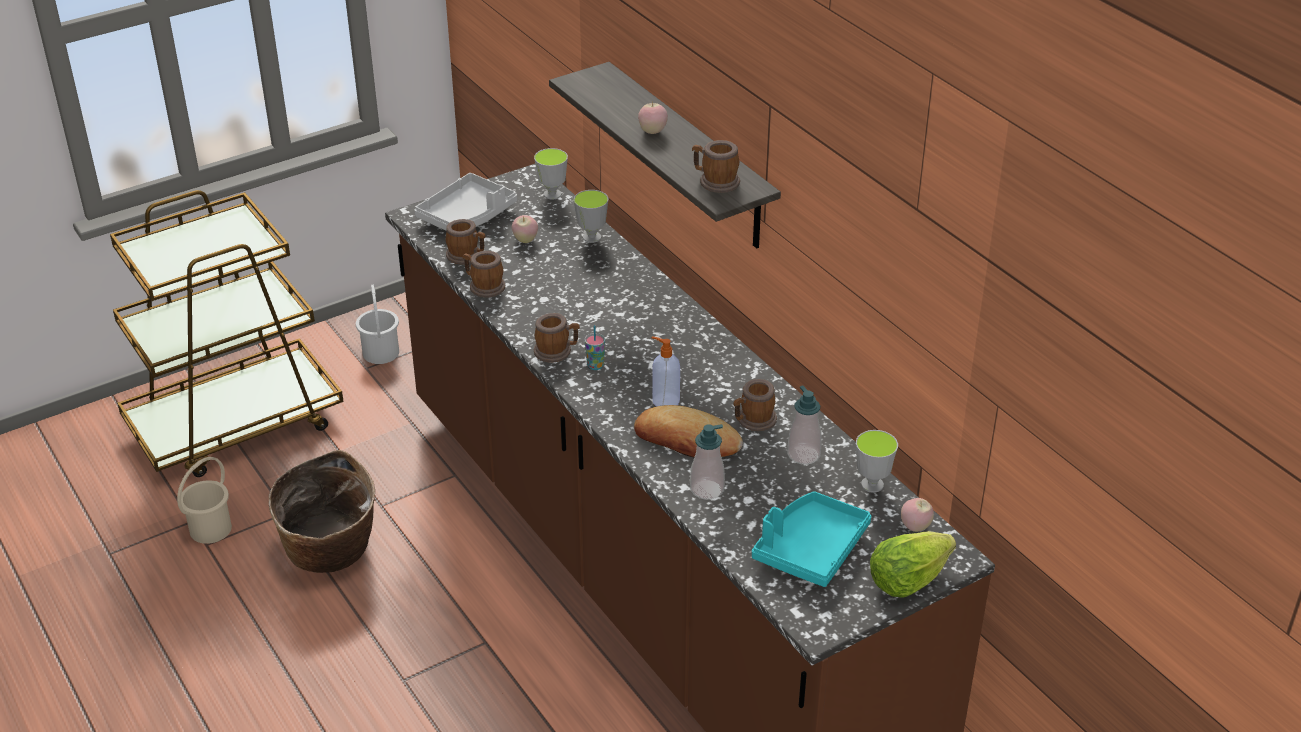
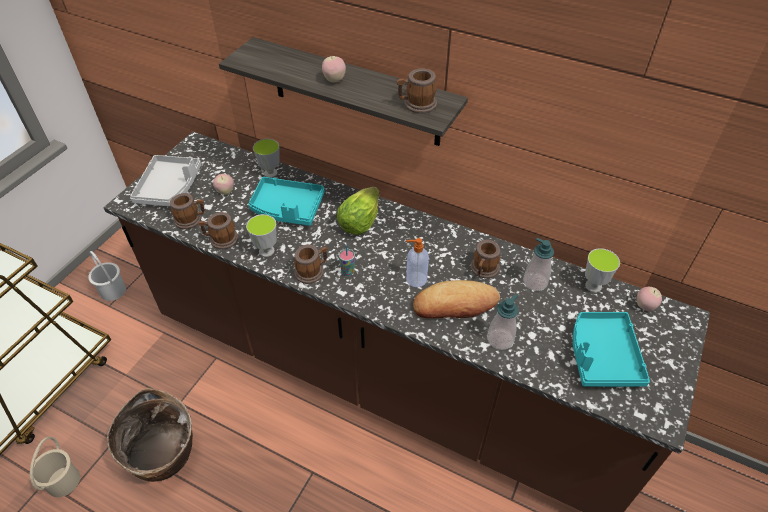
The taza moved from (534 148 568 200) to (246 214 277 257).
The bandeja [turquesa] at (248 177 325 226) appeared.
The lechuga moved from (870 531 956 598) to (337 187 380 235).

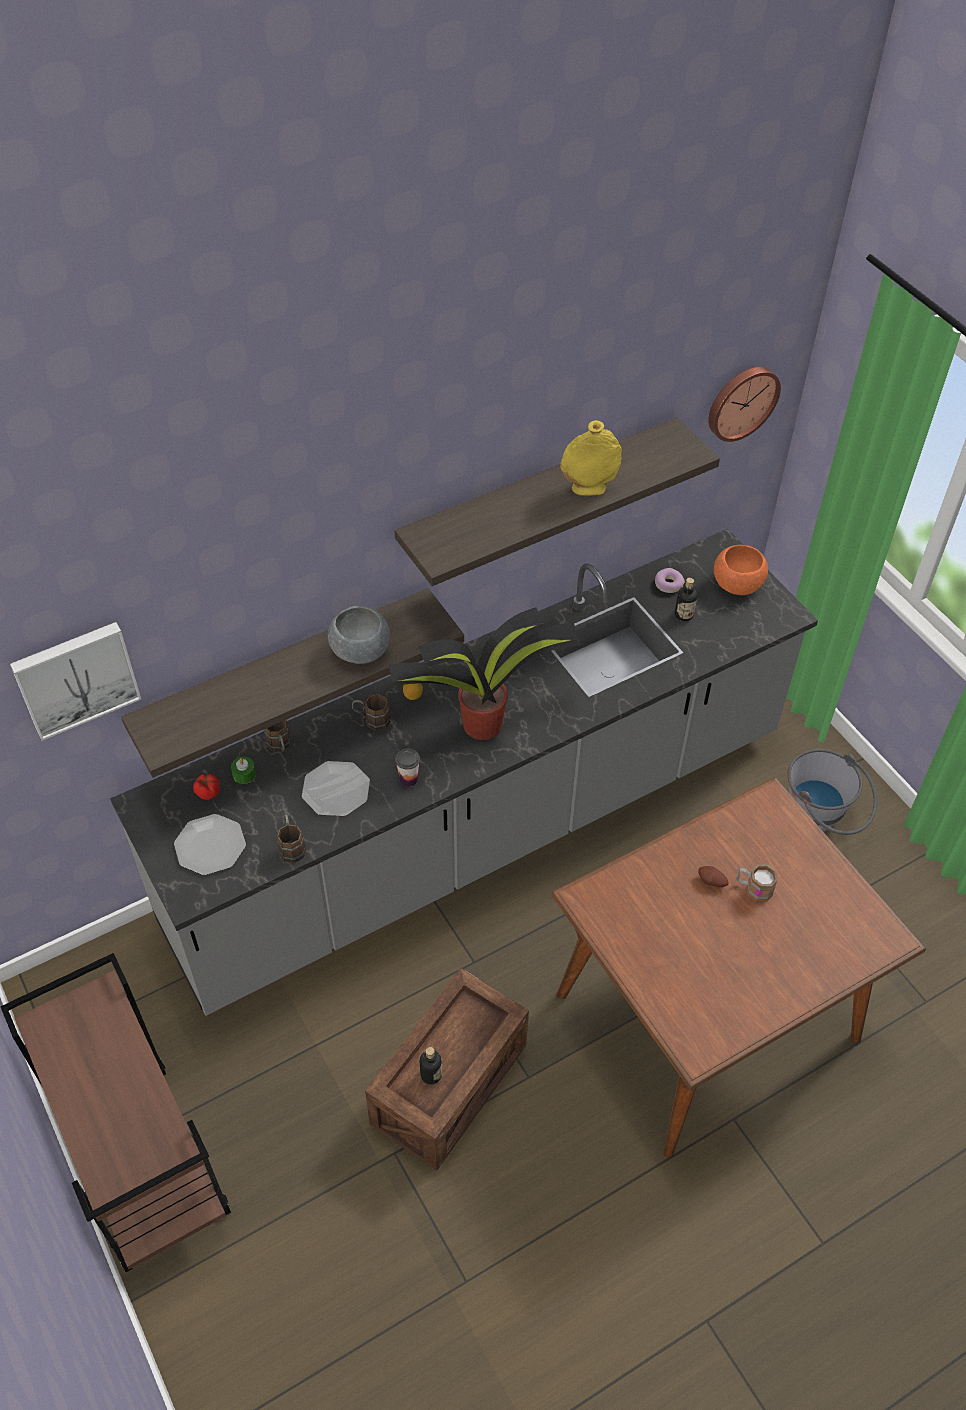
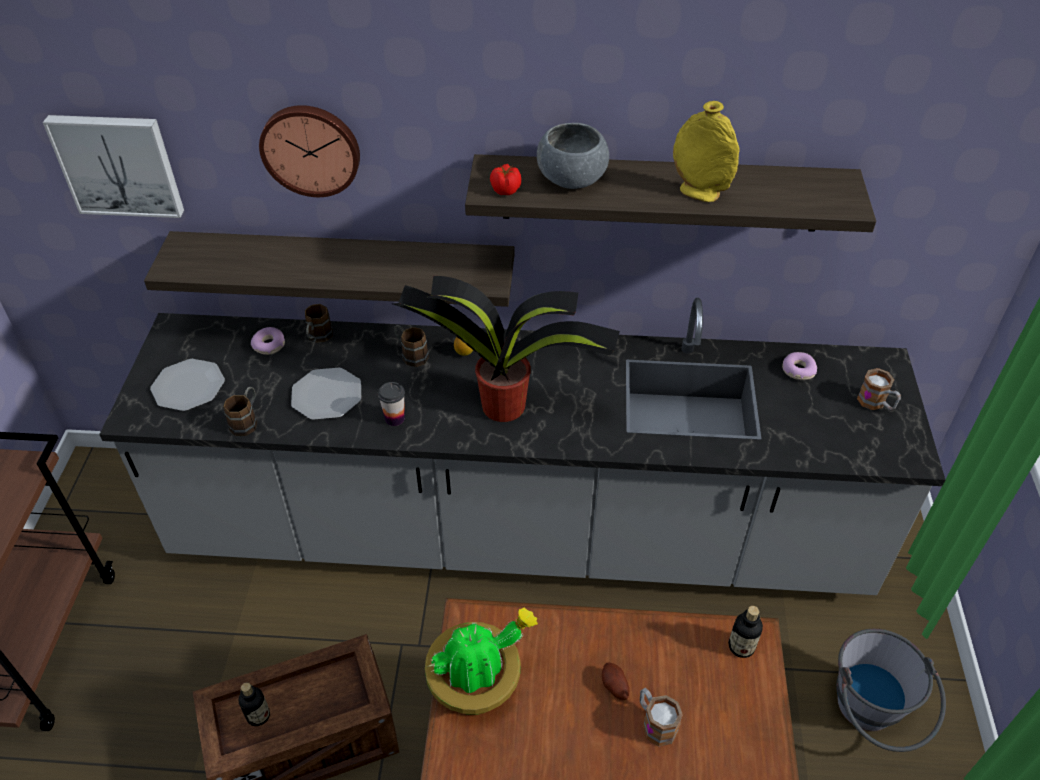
The vela [verde] at (231 757 256 784) was replaced by the rosquilla at (251 327 285 355).
The reloj de pared moved from (708 367 781 442) to (259 105 360 197).
The planta en maceta at (425 607 538 715) appeared.
The tomate moved from (193 774 220 800) to (490 164 521 195).
The cuenco [gris] moved from (328 606 390 664) to (537 123 609 189).
The botella moved from (675 578 697 621) to (728 606 763 658).
The cuenco [naranja] at (714 545 768 595) was replaced by the taza grande at (857 368 901 410).

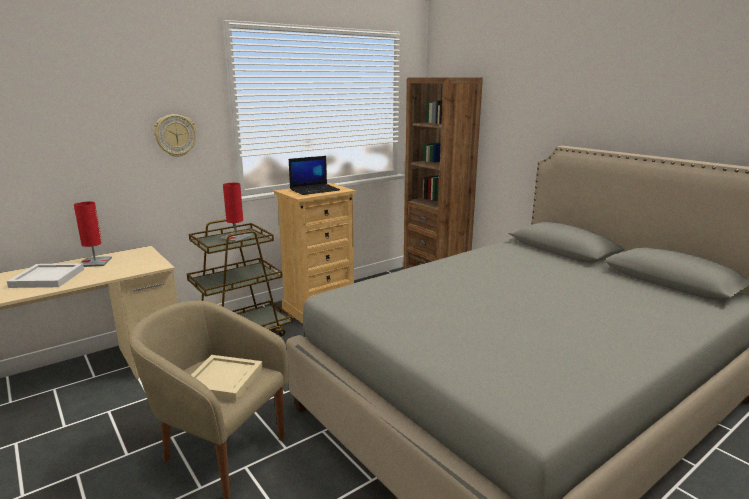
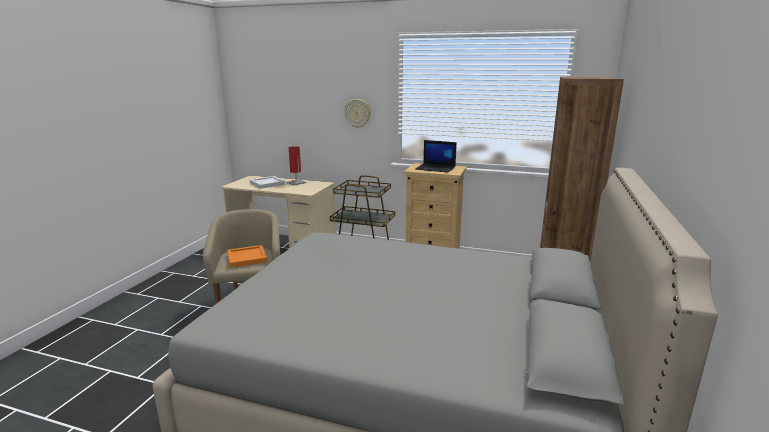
The bandeja [beis] at (191 355 263 401) became the bandeja [naranja] at (227 245 268 268).
The lámpara de mesa [rojo] at (221 183 252 242) disappeared.

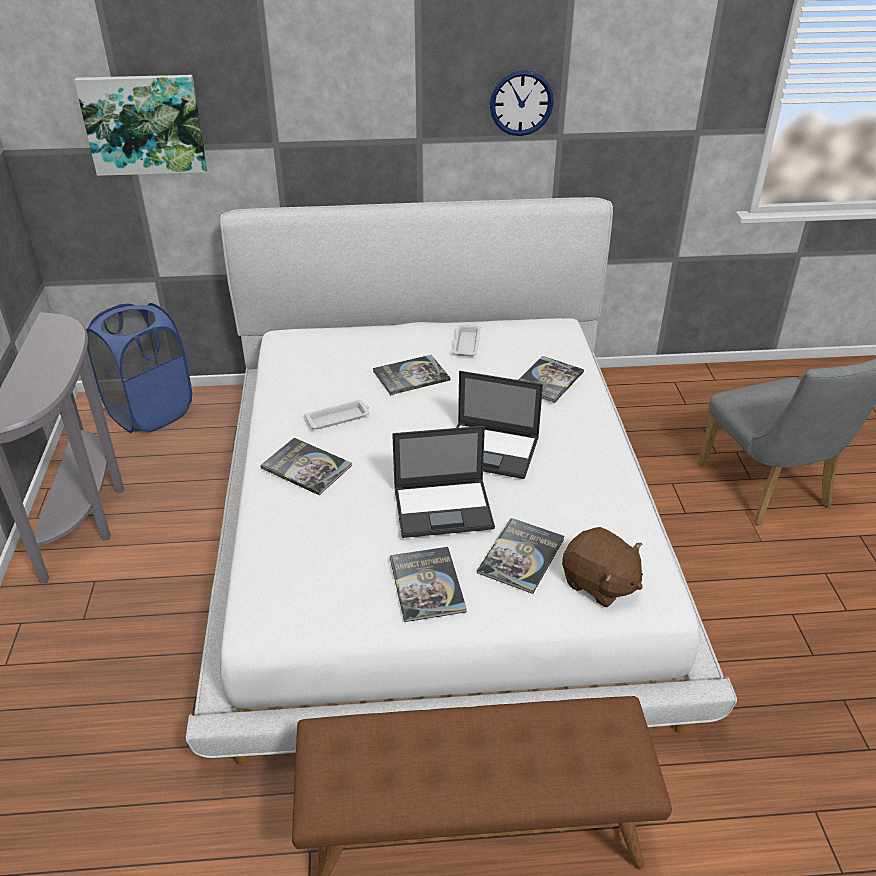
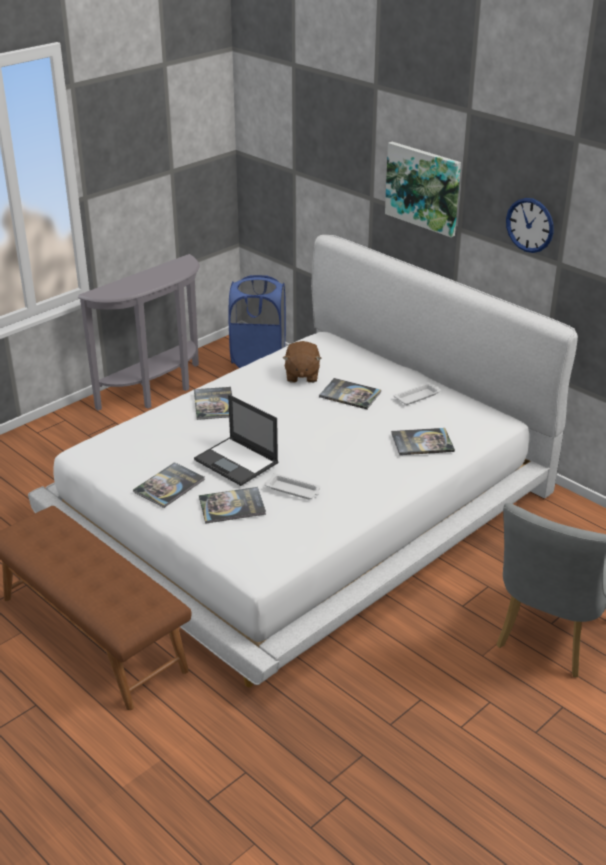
The bandeja [blanco] moved from (304 400 370 429) to (265 473 321 499).
The peluche [marrón] moved from (562 527 643 607) to (283 341 322 383).
The cuadro moved from (74 75 207 176) to (385 142 461 237).
The portátil at (456 371 543 479) disappeared.

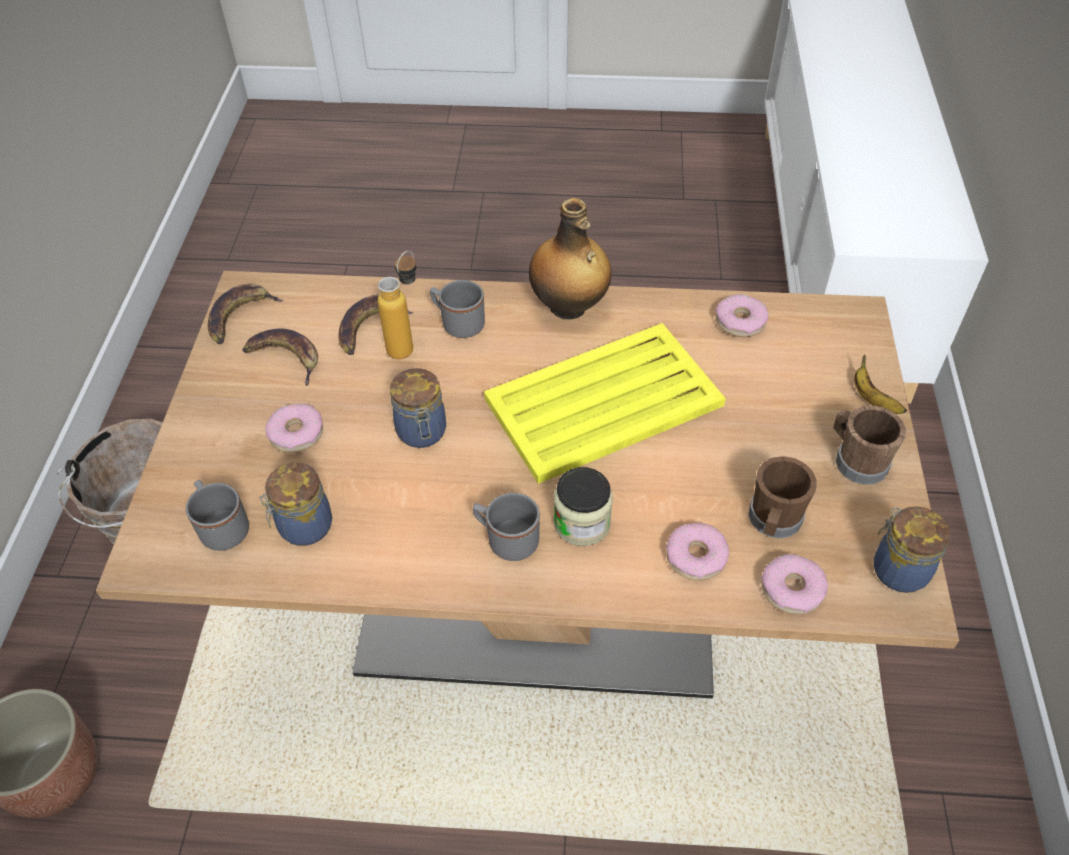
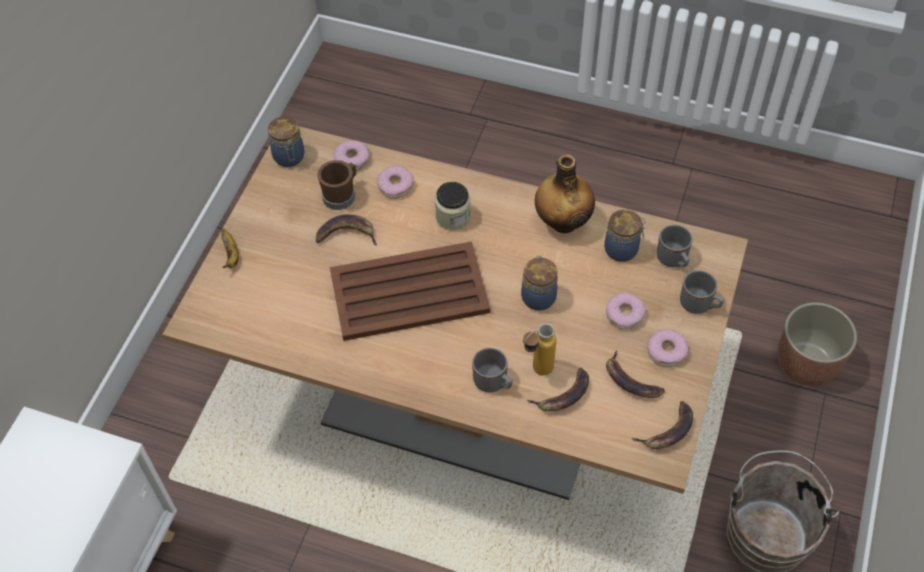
The plátano at (316 215 377 246) appeared.
The bandeja [amarillo] at (484 323 726 484) became the bandeja [marrón] at (330 241 490 341).
The botella moved from (529 198 611 320) to (535 154 595 233).
The rosquilla moved from (716 294 769 337) to (647 330 688 367).
The taza grande [gris] moved from (473 493 540 561) to (680 270 724 314).
The taza grande [marrón] at (833 405 906 485) disappeared.

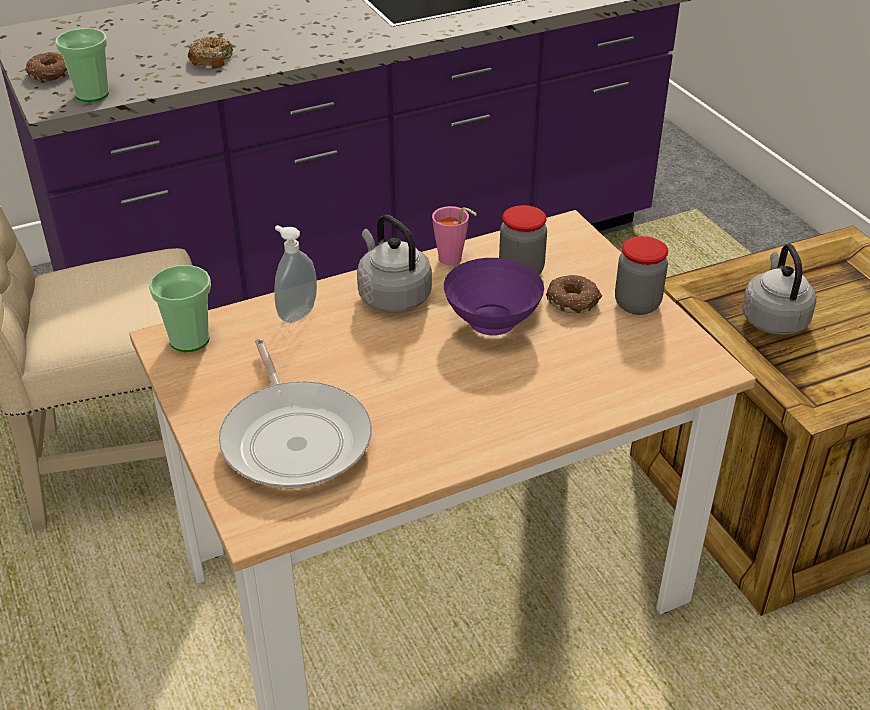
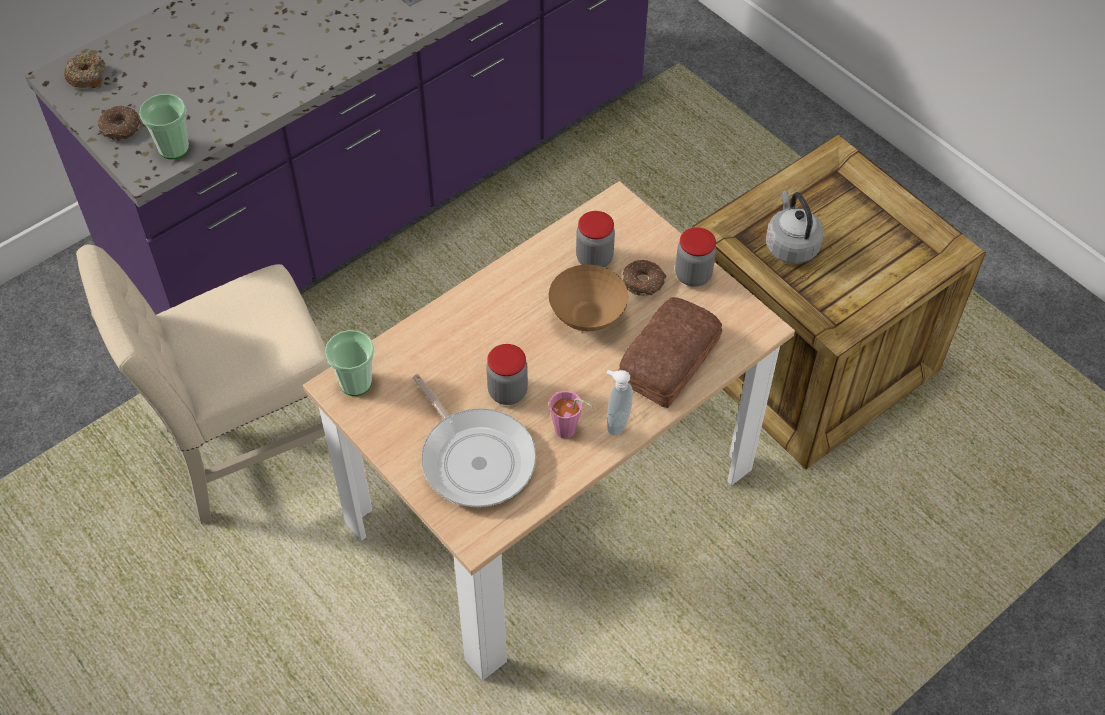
The rosquilla moved from (188 37 233 69) to (64 54 105 88).
The tarro at (486 344 528 405) appeared.
The cuenco [morado] at (444 258 544 335) became the cuenco [marrón] at (549 264 628 331).
The taza [rosa] moved from (432 206 477 265) to (549 391 593 438).
The dispensador de jabón moved from (274 225 317 323) to (607 370 633 436).
The pan at (618 297 722 408) appeared.
The hervidor [gris] at (357 215 432 313) disappeared.

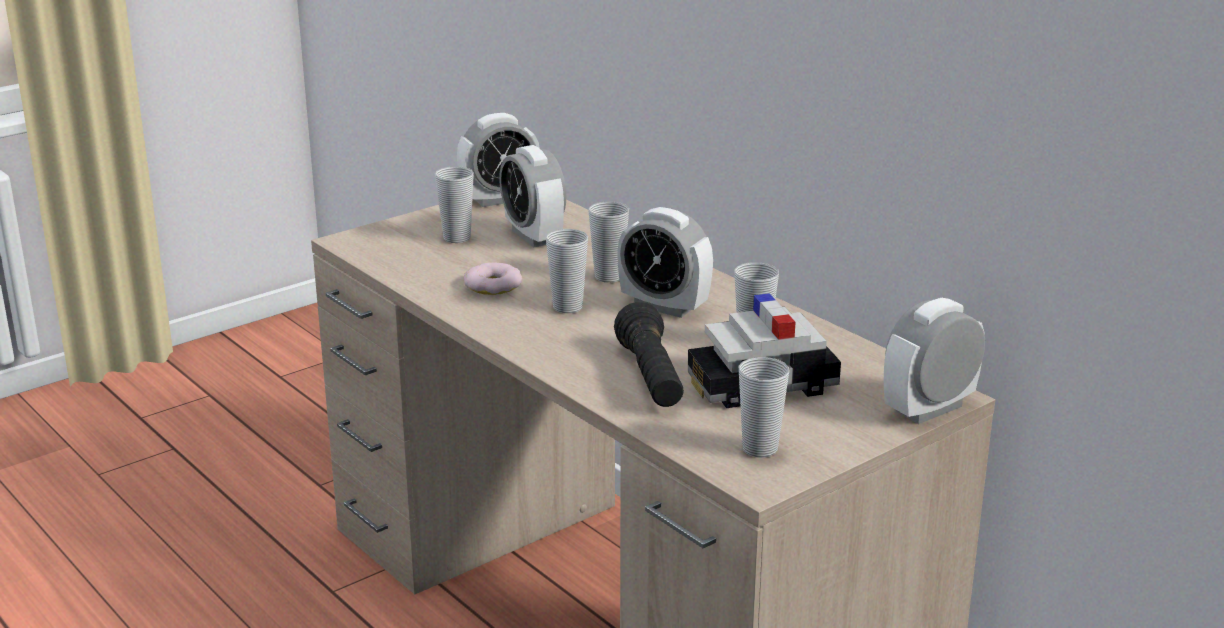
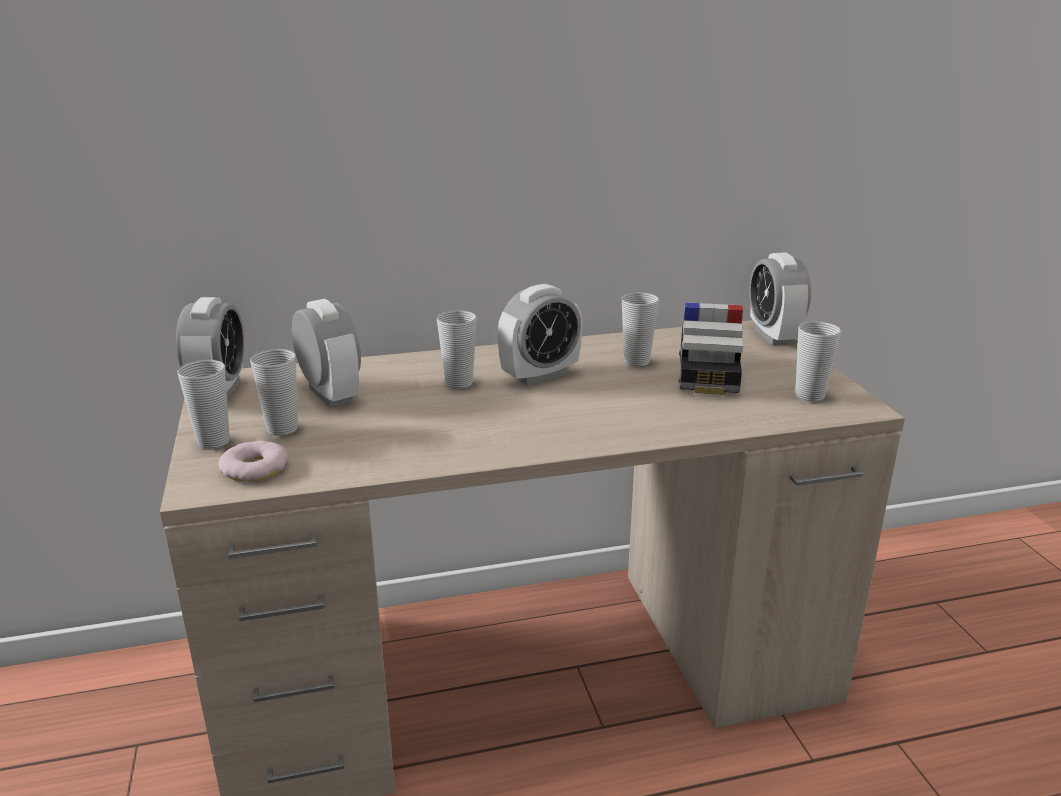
The taza moved from (546 229 588 313) to (177 360 230 449).
The rosquilla moved from (464 262 522 295) to (218 440 289 482).
The despertador at (499 145 566 247) turned 120 degrees counterclockwise.
The linterna [negro] at (614 302 684 407) disappeared.

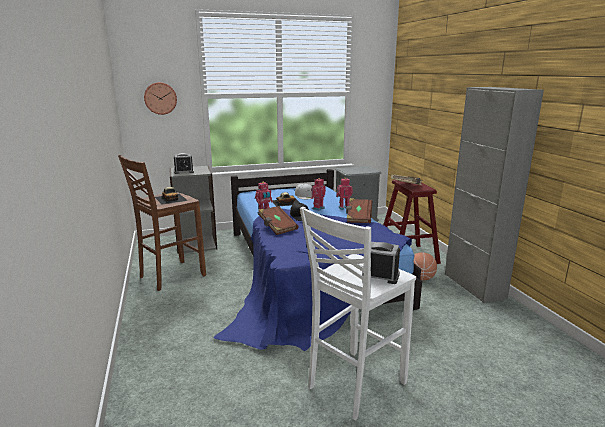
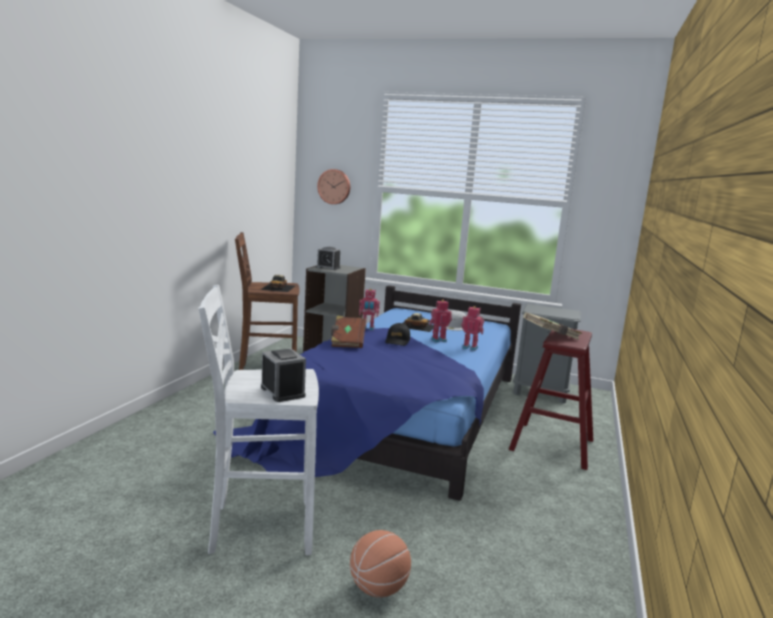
The balón de baloncesto moved from (414 252 437 280) to (350 530 411 598).
The libro [marrón] at (346 198 373 223) disappeared.
The armario [gris] at (445 87 544 303) disappeared.

